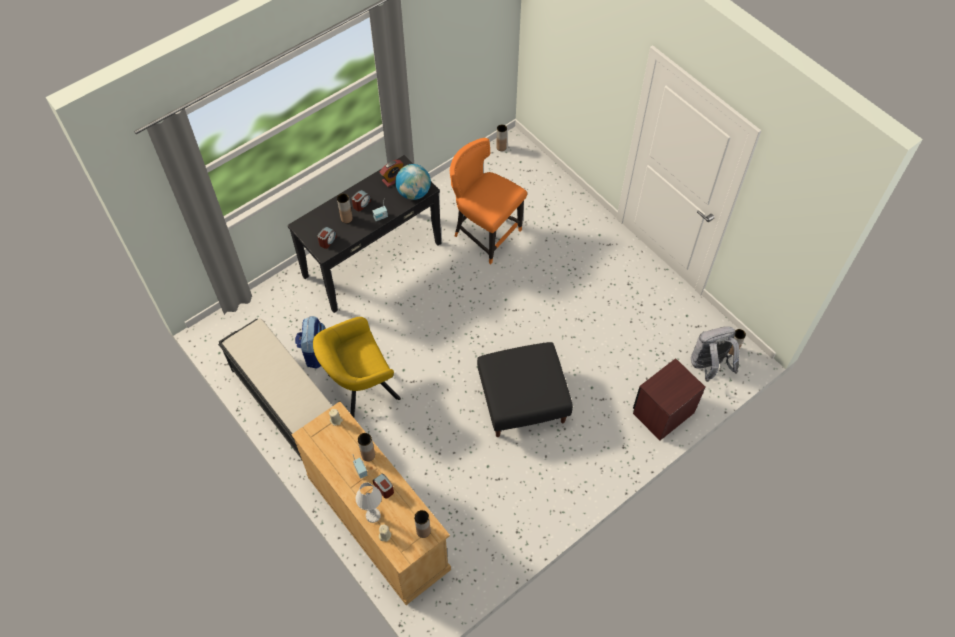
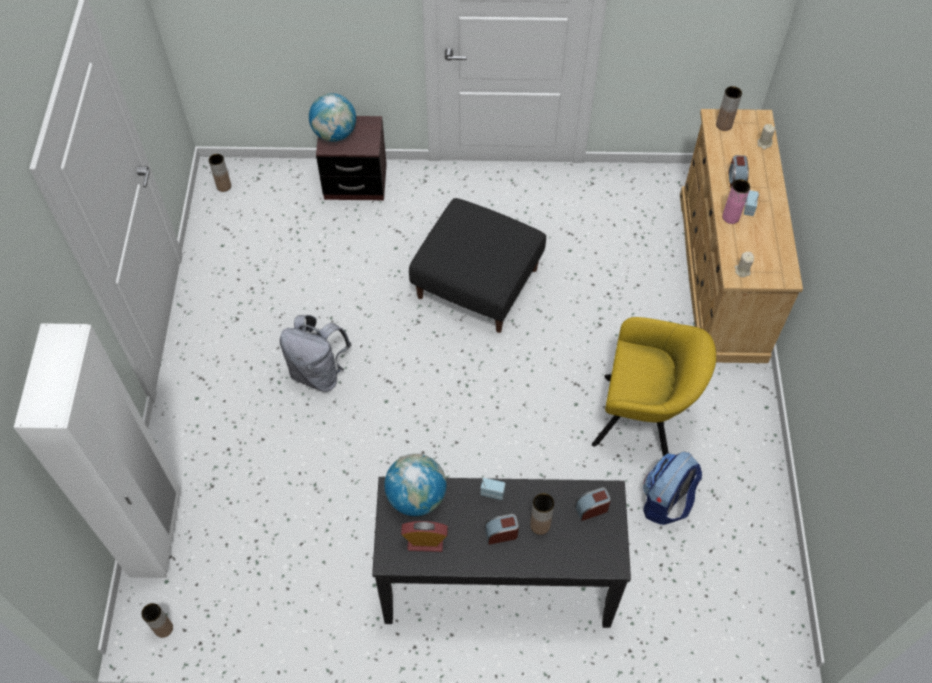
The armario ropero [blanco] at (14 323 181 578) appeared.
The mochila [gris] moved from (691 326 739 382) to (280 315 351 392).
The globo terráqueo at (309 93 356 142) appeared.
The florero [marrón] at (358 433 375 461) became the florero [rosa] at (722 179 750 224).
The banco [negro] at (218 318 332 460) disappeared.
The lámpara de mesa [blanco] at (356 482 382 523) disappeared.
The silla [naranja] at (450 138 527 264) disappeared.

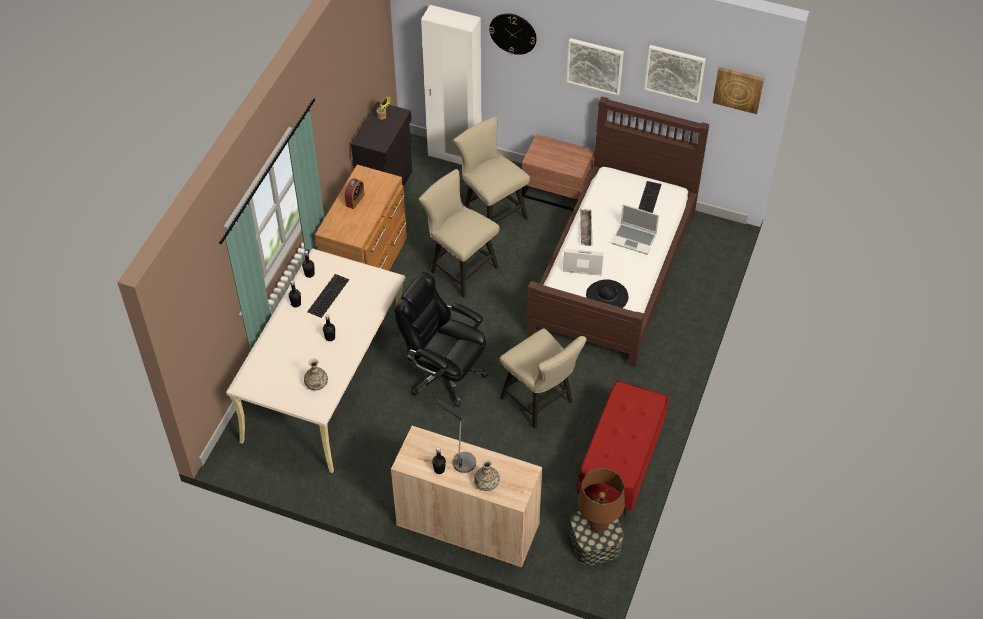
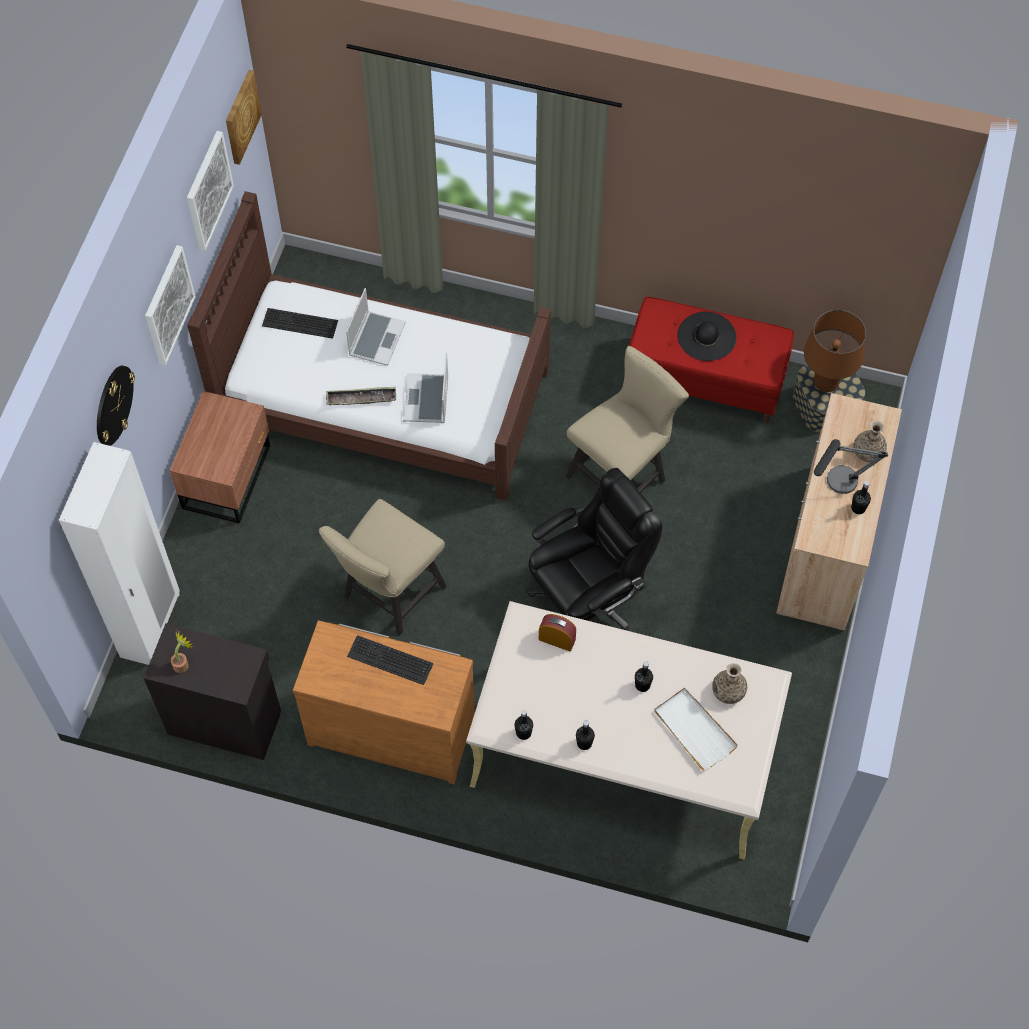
The teclado moved from (307 274 349 318) to (347 635 434 685).
The silla de oficina [negro] at (395 272 488 407) turned 150 degrees counterclockwise.
The despertador moved from (345 178 365 209) to (539 614 576 651).
The bandeja [blanco] at (654 688 738 771) appeared.
The sombrero [negro] moved from (586 279 628 308) to (677 312 736 361).
The silla [beis] at (453 116 530 223) disappeared.

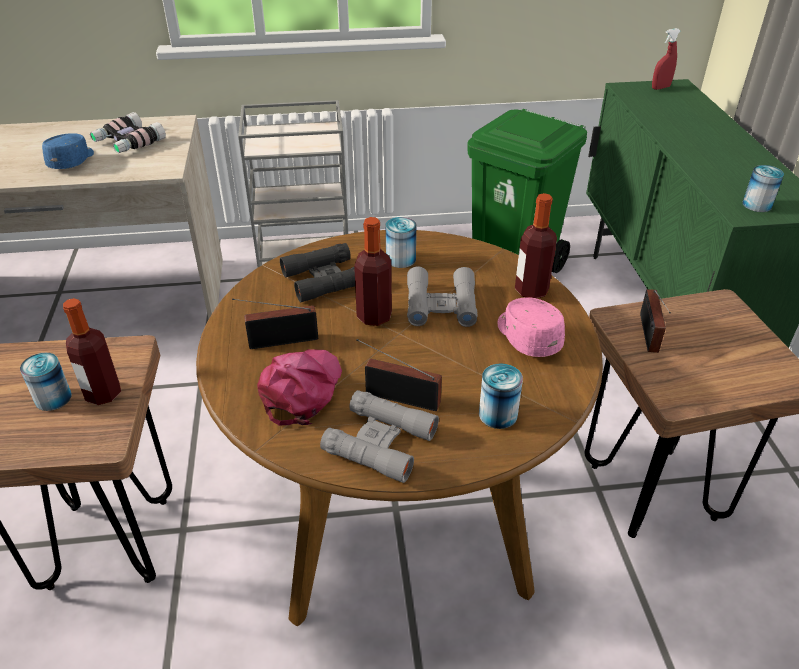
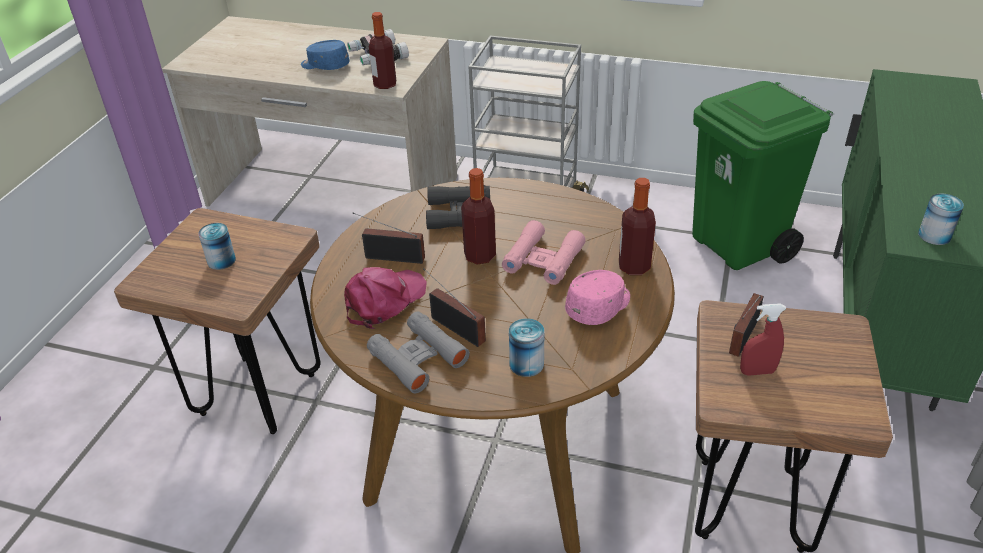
The gorra [azul] at (42 133 94 169) turned 105 degrees counterclockwise.
The botella moved from (63 298 121 405) to (369 12 396 89).
The prismáticos [gris] at (407 266 478 327) became the prismáticos [rosa] at (502 220 586 285).
The gorra [rosa] at (498 297 565 357) turned 45 degrees clockwise.
The pulverizador [rojo] moved from (652 28 681 90) to (740 303 786 376).
The lata at (386 217 416 268) disappeared.

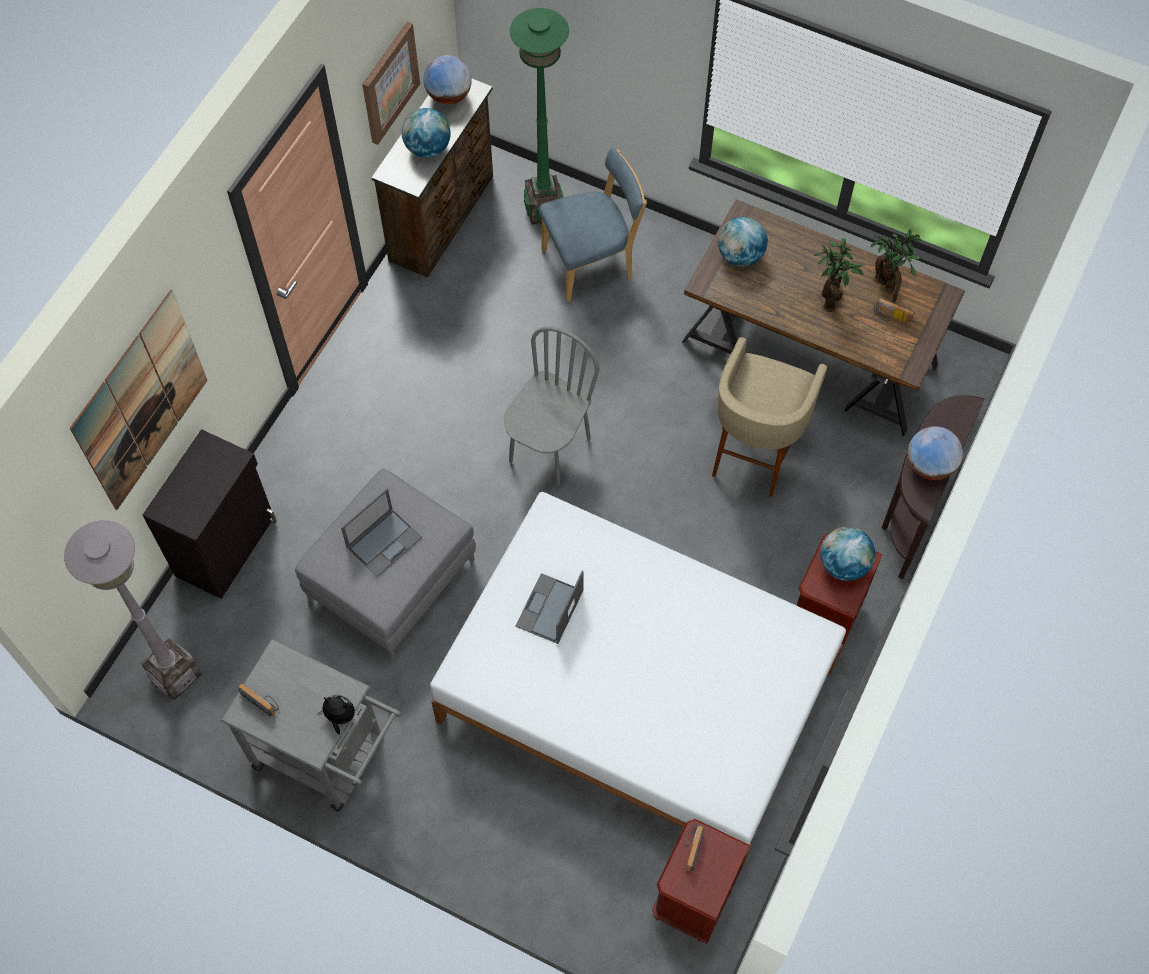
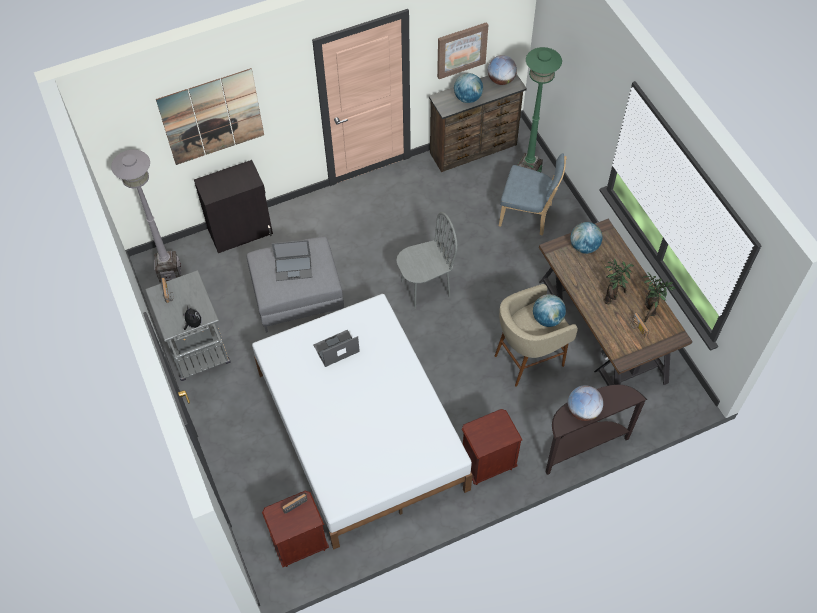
The globo terráqueo moved from (820 527 875 581) to (533 294 566 327).

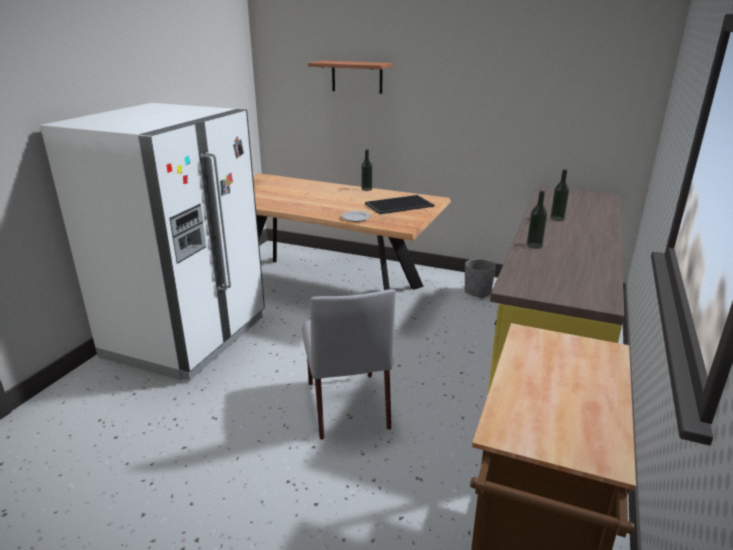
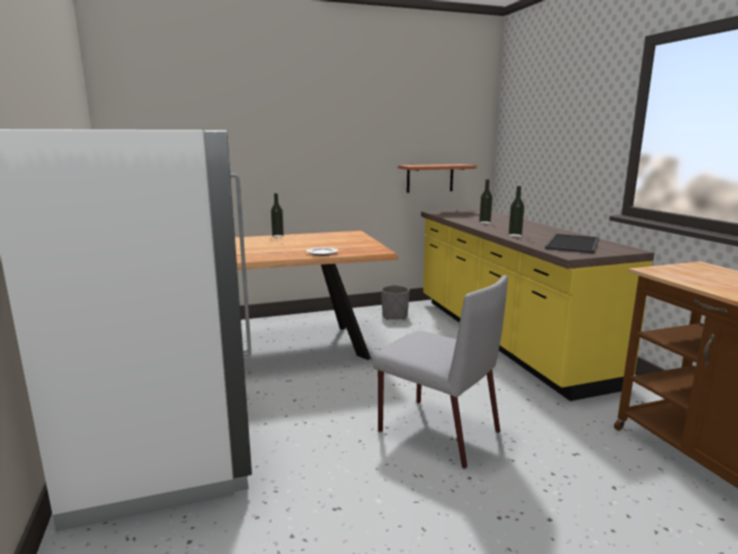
The estante moved from (308 60 393 94) to (398 164 477 193).
The bandeja moved from (365 195 434 214) to (545 234 599 254).

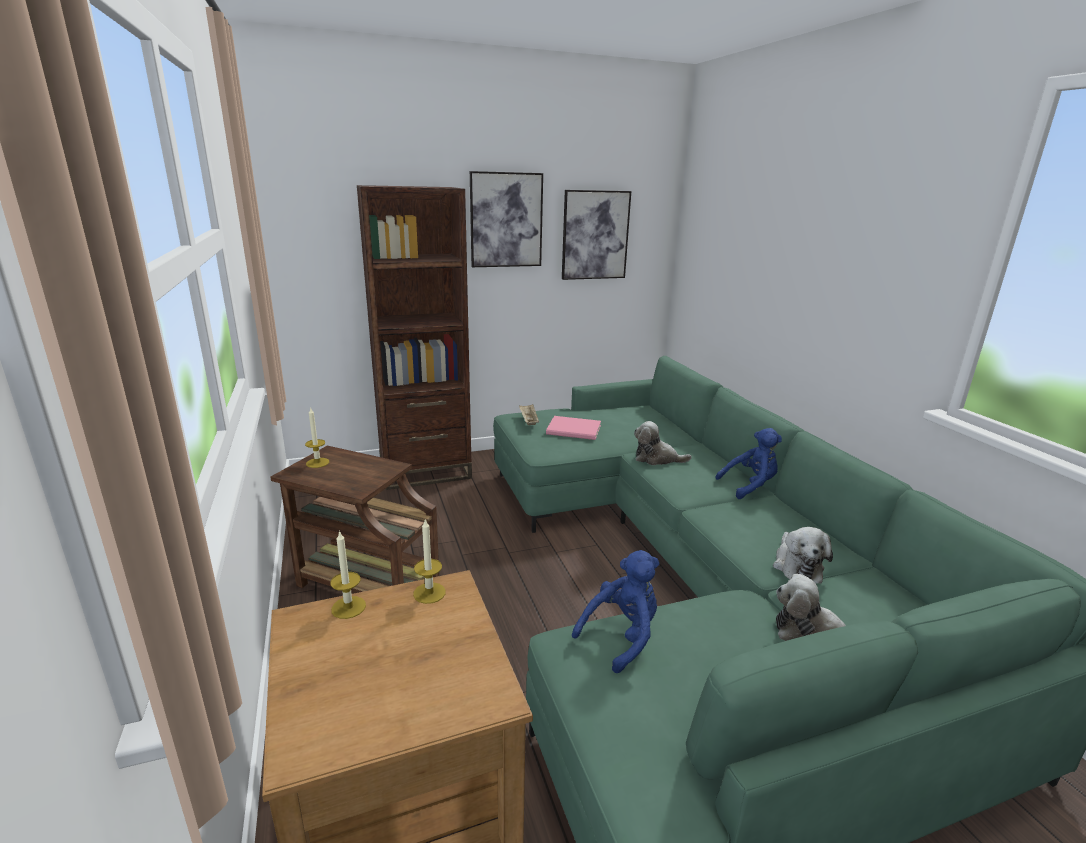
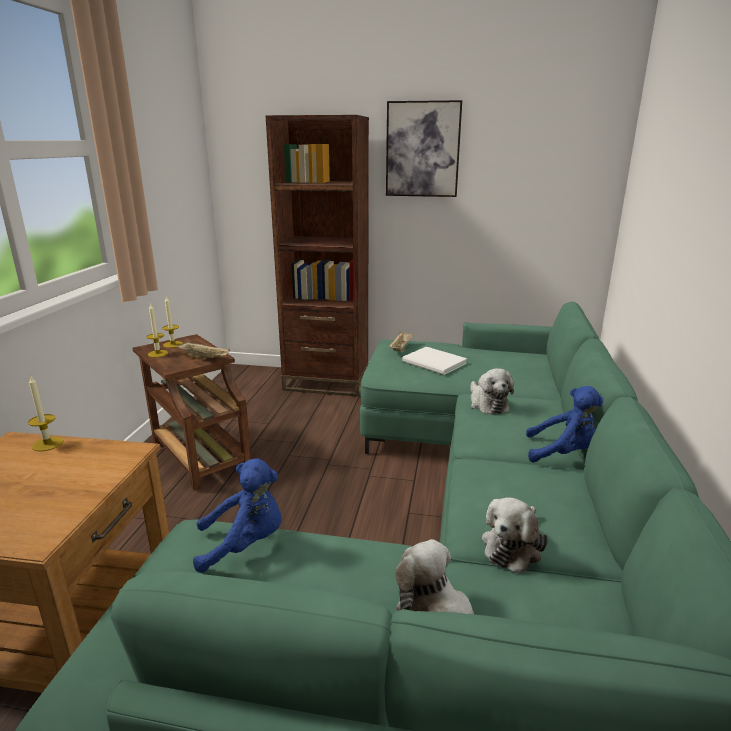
The vela moved from (413 518 446 604) to (147 303 168 358).
The bandeja [beis] at (177 342 230 360) appeared.
The libro [rosa] at (546 416 601 440) became the libro [blanco] at (402 347 467 375).
The peluche at (634 421 692 465) turned 150 degrees counterclockwise.
The cuadro at (562 190 631 280) disappeared.

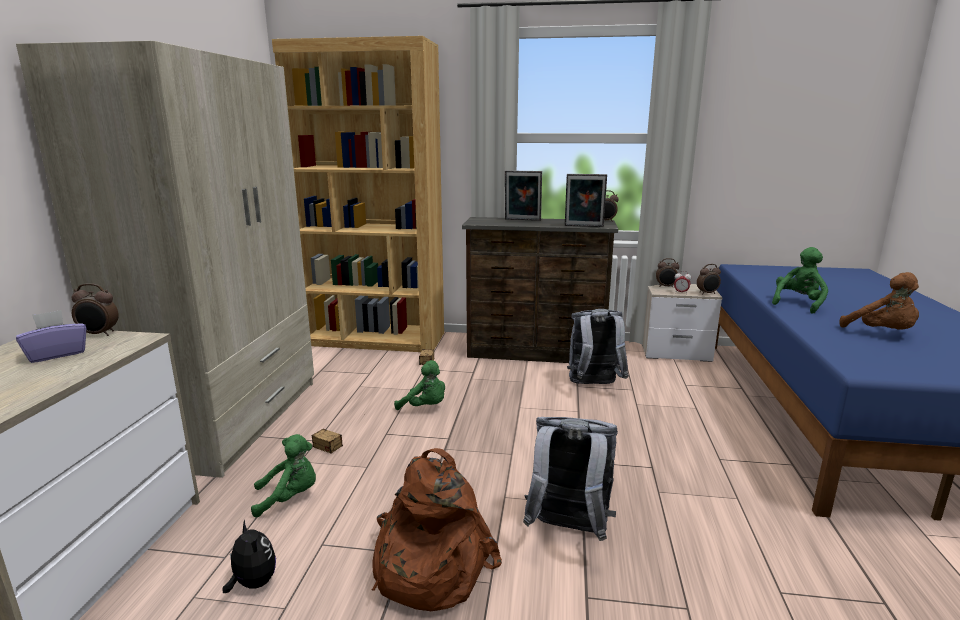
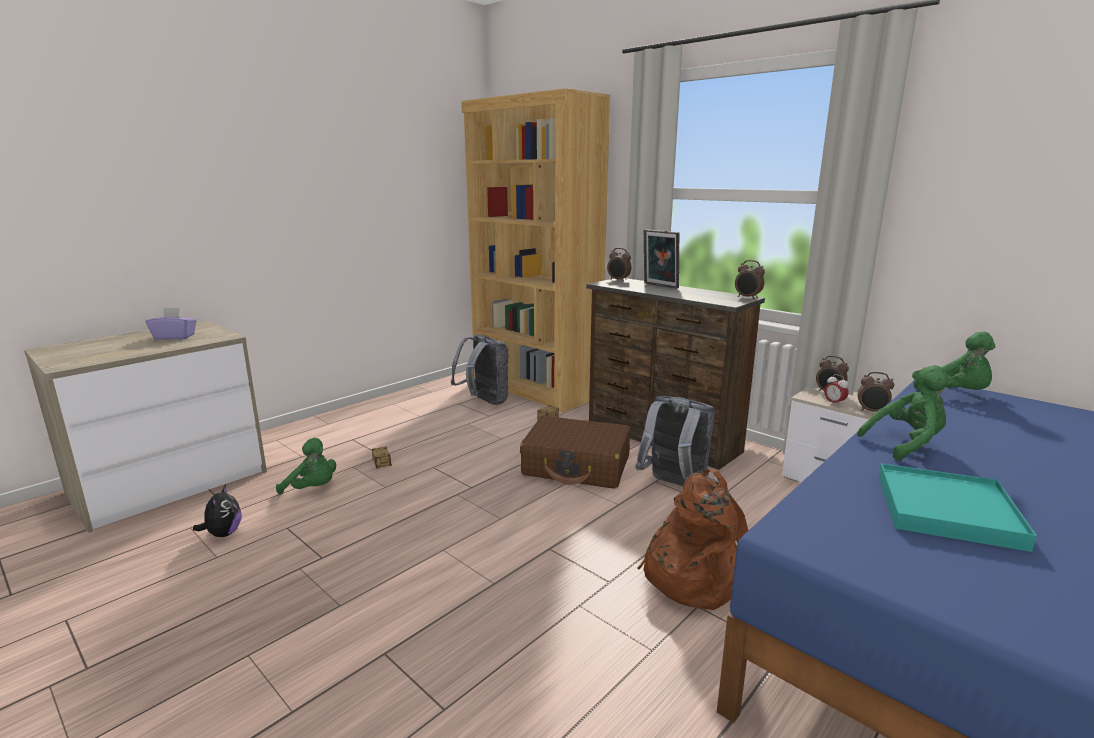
The mochila [gris] moved from (523 417 618 541) to (451 334 509 405).
The maleta [marrón] at (520 416 631 489) appeared.
The despertador moved from (71 283 119 336) to (607 248 632 282).
The mochila [marrón] moved from (372 448 502 611) to (638 469 749 610).
The peluche [marrón] at (839 272 919 330) was replaced by the bandeja [turquesa] at (879 463 1037 552).
The peluche [verde] moved from (394 360 445 410) to (914 331 996 390).
The armario ropero [beis] at (16 41 314 478) disappeared.
The portarretratos at (565 174 607 227) disappeared.

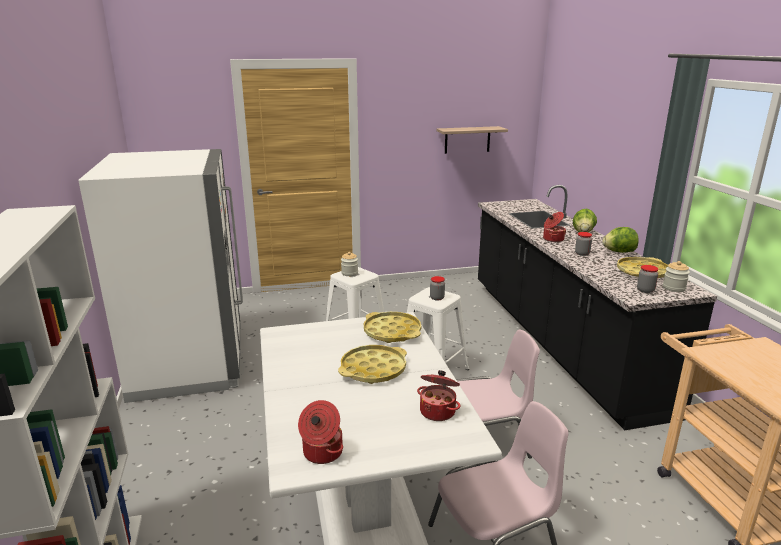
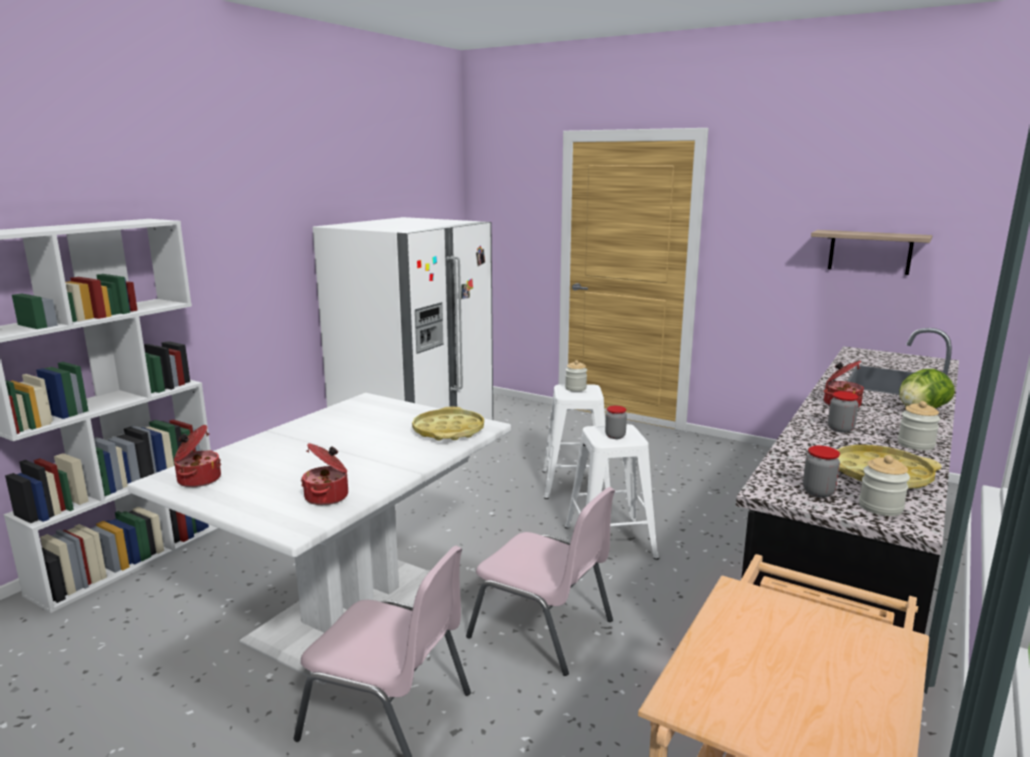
The lechuga at (602 227 638 253) was replaced by the tarro at (898 401 940 451).
The bandeja [amarillo] at (338 345 407 384) disappeared.

